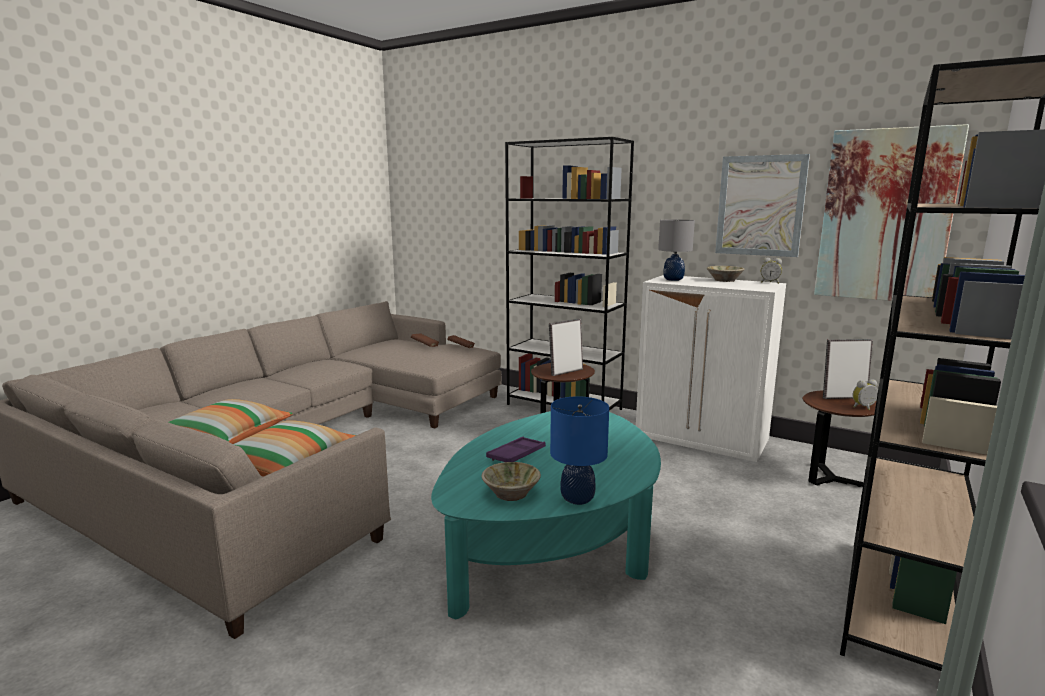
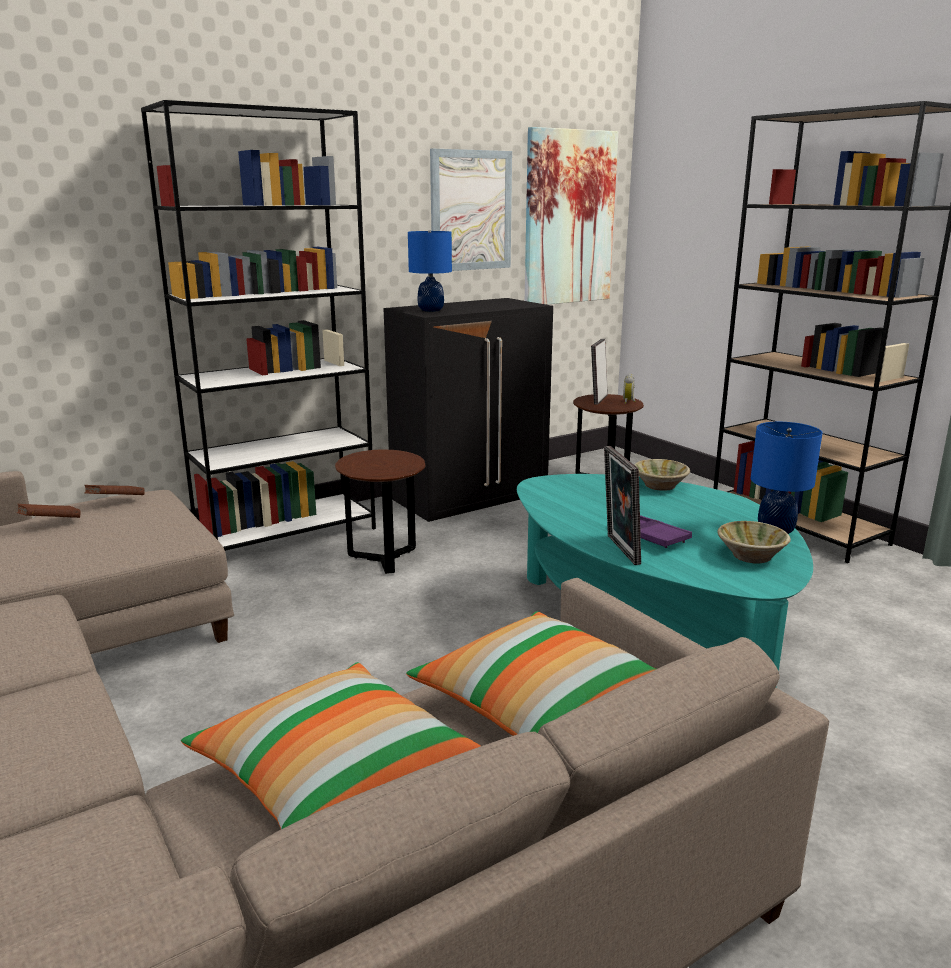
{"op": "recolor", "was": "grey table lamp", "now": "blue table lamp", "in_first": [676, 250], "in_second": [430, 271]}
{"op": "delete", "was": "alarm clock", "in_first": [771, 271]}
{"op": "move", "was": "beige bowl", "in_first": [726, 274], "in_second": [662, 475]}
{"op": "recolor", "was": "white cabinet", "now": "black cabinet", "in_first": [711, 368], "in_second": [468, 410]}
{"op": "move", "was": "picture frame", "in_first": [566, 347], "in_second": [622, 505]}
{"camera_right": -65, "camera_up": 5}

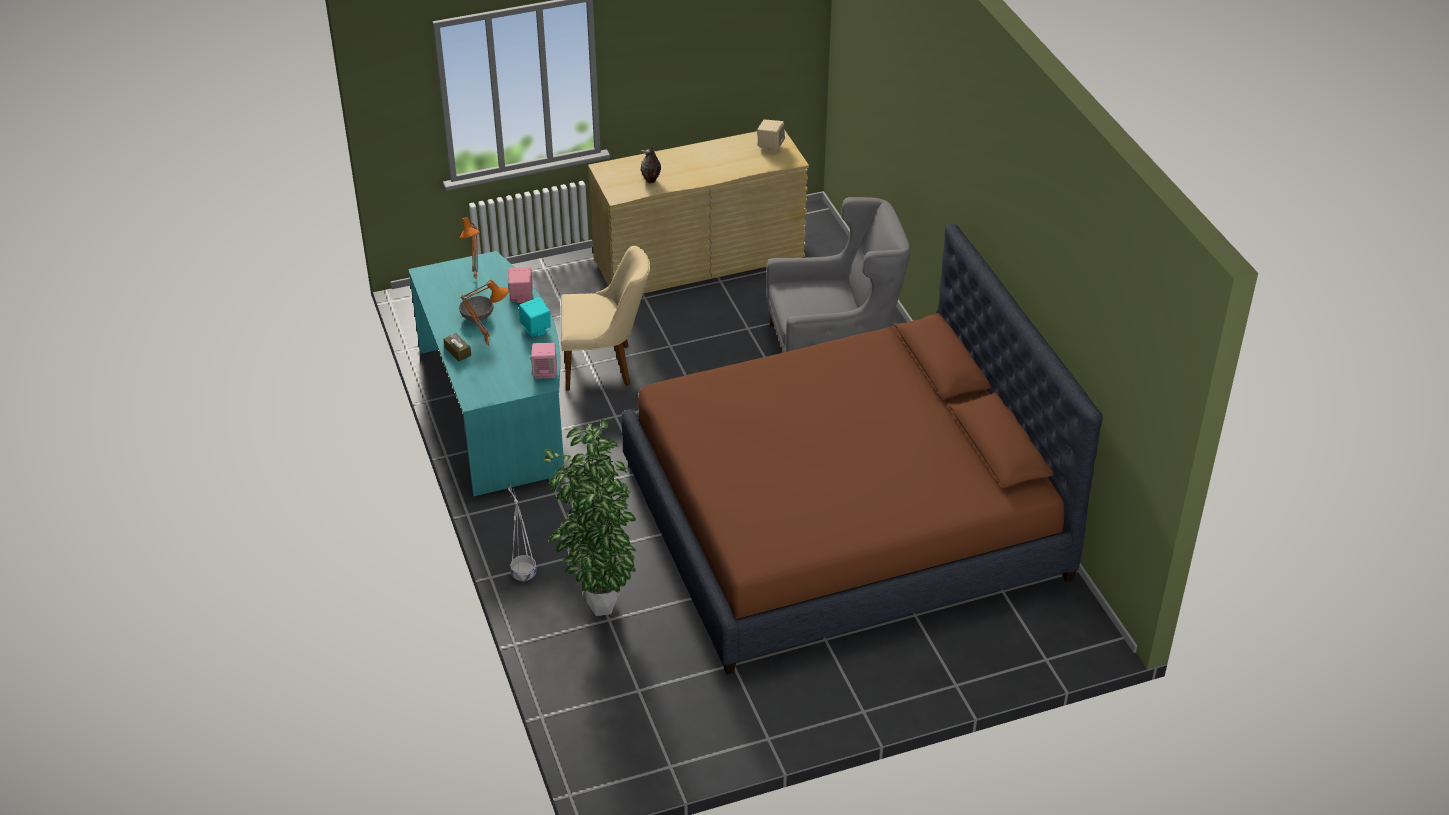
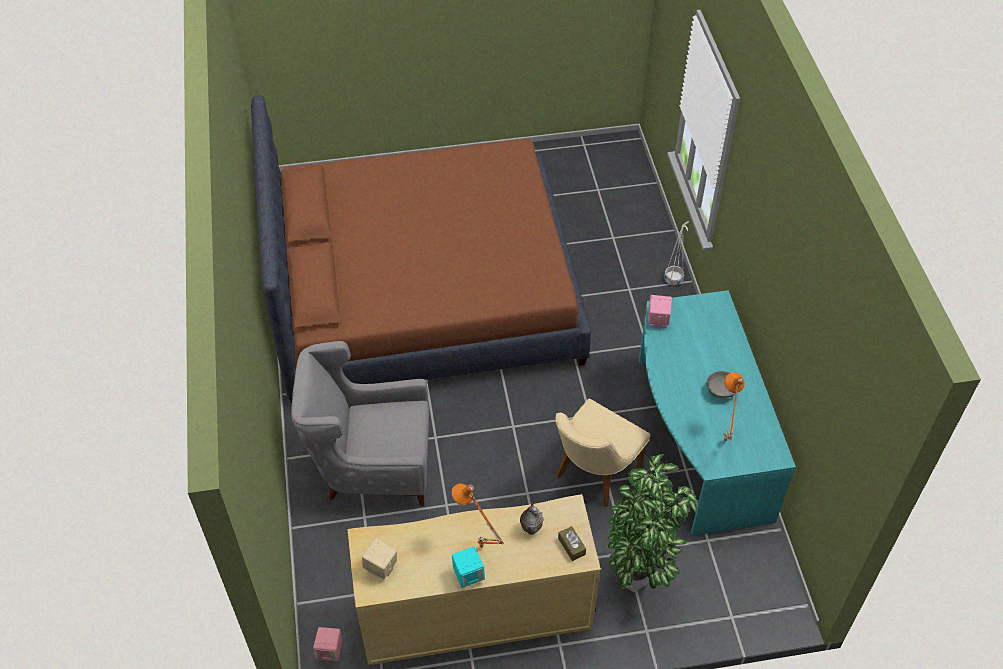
{"op": "rotate", "was": "beige chair", "in_first": [605, 318], "in_second": [603, 452], "clockwise": -60}
{"op": "move", "was": "pink speaker", "in_first": [520, 285], "in_second": [327, 644]}
{"op": "move", "was": "orange table lamp", "in_first": [484, 313], "in_second": [478, 516]}
{"op": "move", "was": "turquoise speaker", "in_first": [535, 317], "in_second": [468, 567]}
{"op": "move", "was": "brown tissue box", "in_first": [457, 347], "in_second": [572, 543]}
{"op": "move", "was": "potted plant", "in_first": [589, 517], "in_second": [652, 523]}
{"camera_right": -170, "camera_up": 10}

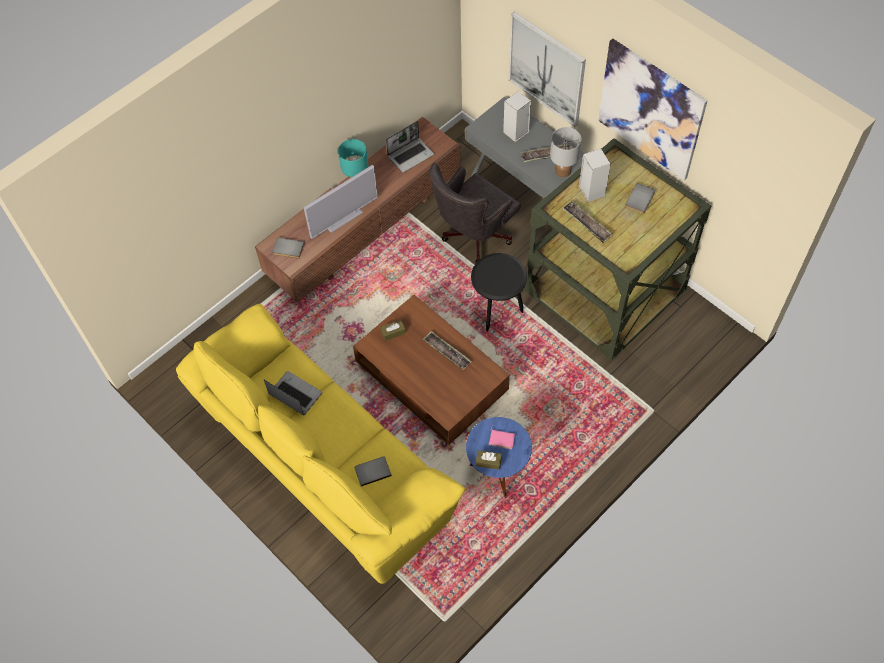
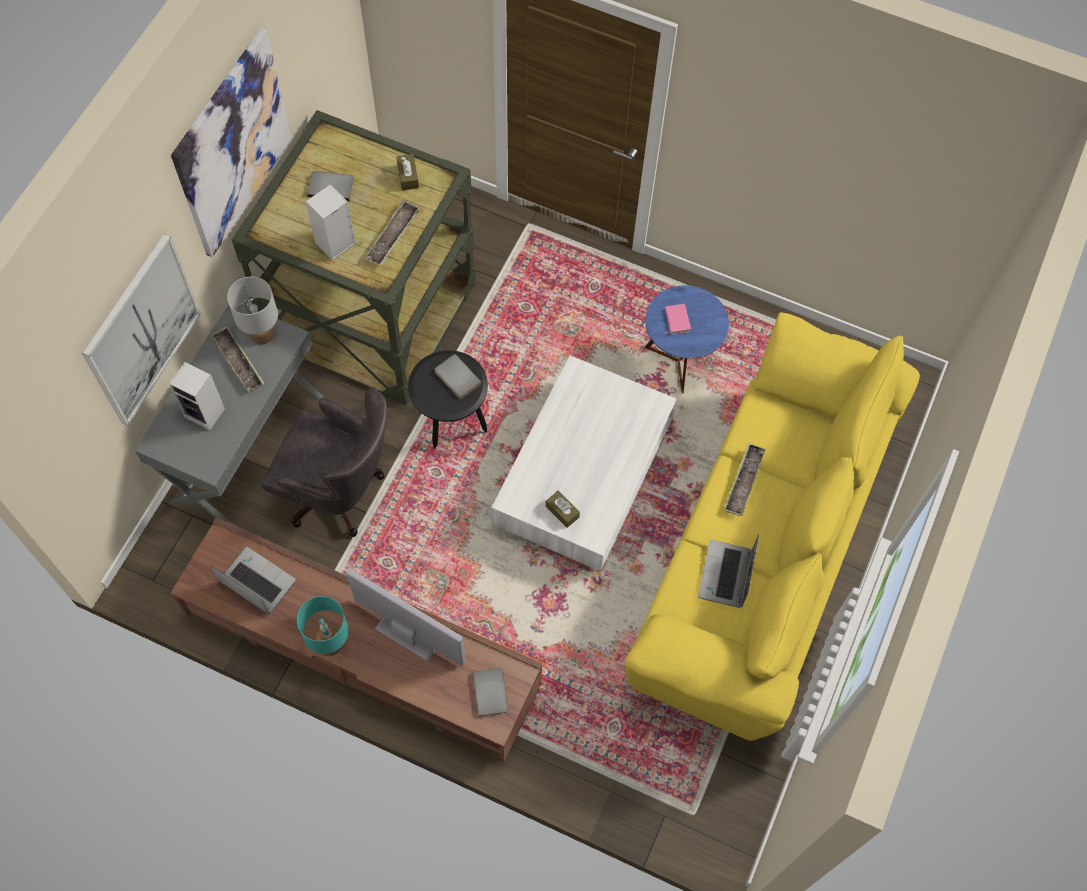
{"op": "recolor", "was": "brown coffee table", "now": "white coffee table", "in_first": [431, 370], "in_second": [584, 463]}
{"op": "move", "was": "tray", "in_first": [447, 350], "in_second": [745, 479]}
{"op": "move", "was": "brown tissue box", "in_first": [489, 460], "in_second": [407, 172]}
{"op": "move", "was": "grey book", "in_first": [373, 471], "in_second": [458, 376]}
{"camera_right": -115, "camera_up": 5}

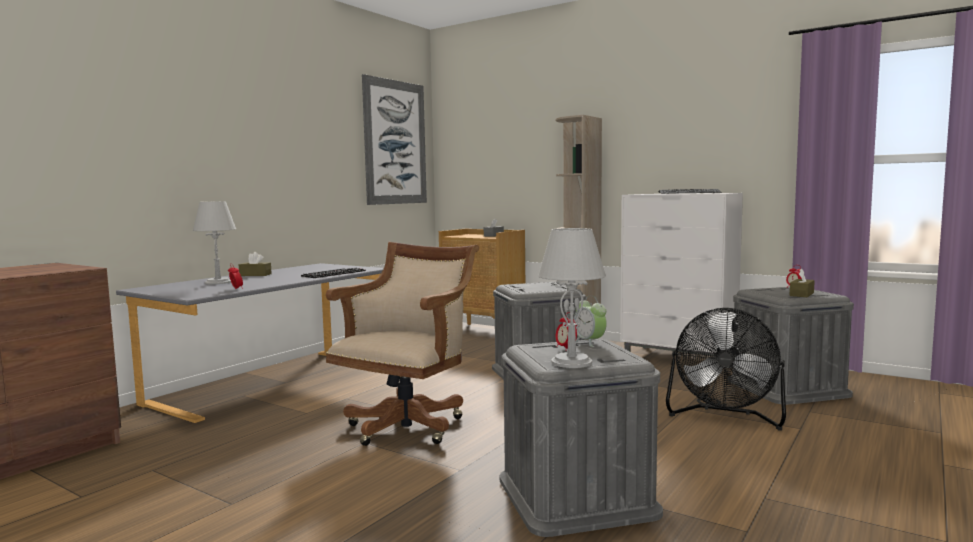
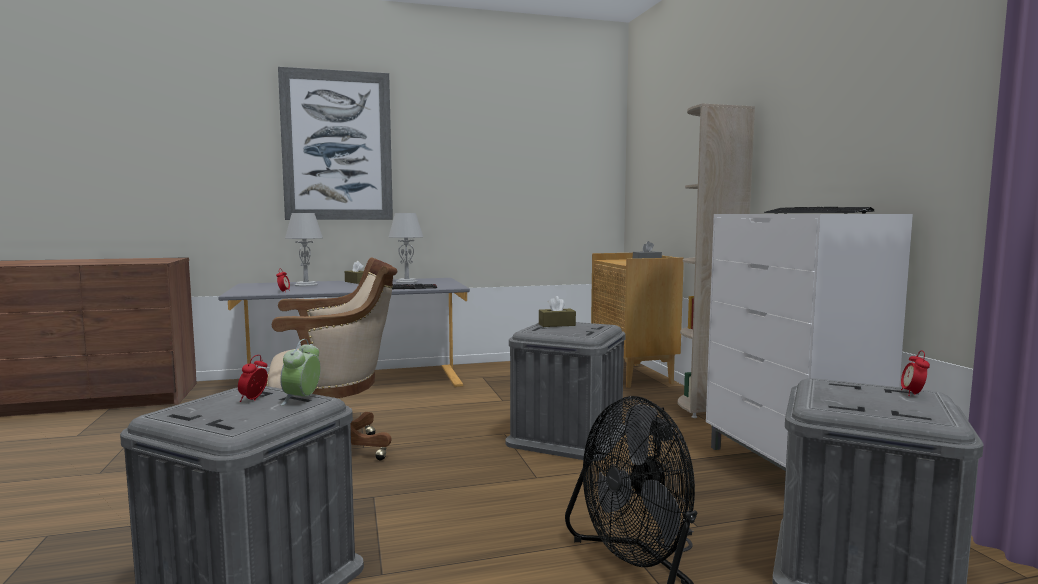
{"op": "move", "was": "picture", "in_first": [394, 139], "in_second": [335, 143]}
{"op": "move", "was": "grey table lamp", "in_first": [572, 298], "in_second": [406, 248]}
{"op": "move", "was": "brown tissue box", "in_first": [802, 282], "in_second": [557, 311]}
{"camera_right": 40, "camera_up": 0}

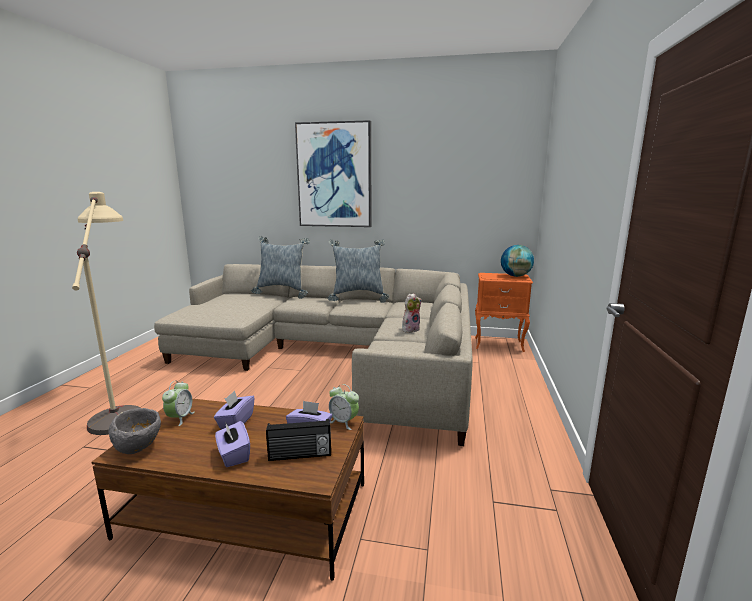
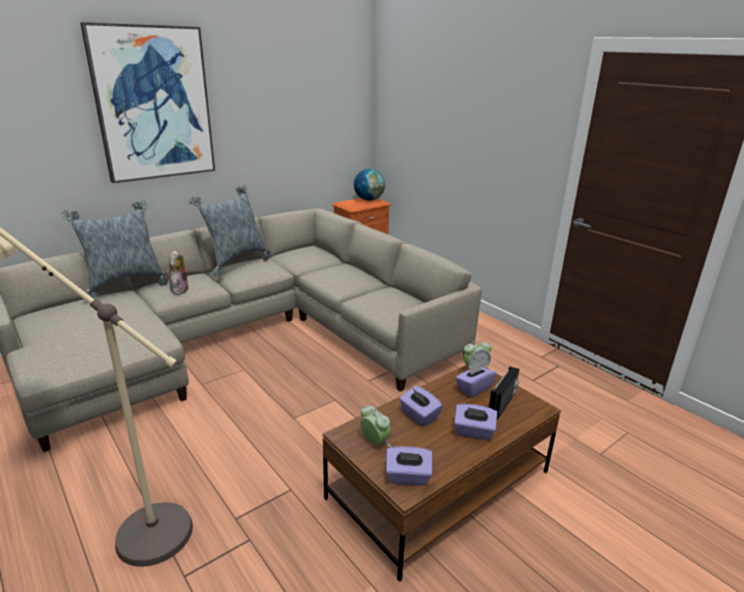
{"op": "move", "was": "plush toy", "in_first": [412, 313], "in_second": [178, 272]}
{"op": "replace", "was": "grey bowl", "now": "purple tissue box", "in_first": [135, 431], "in_second": [409, 465]}
{"camera_right": -50, "camera_up": 10}

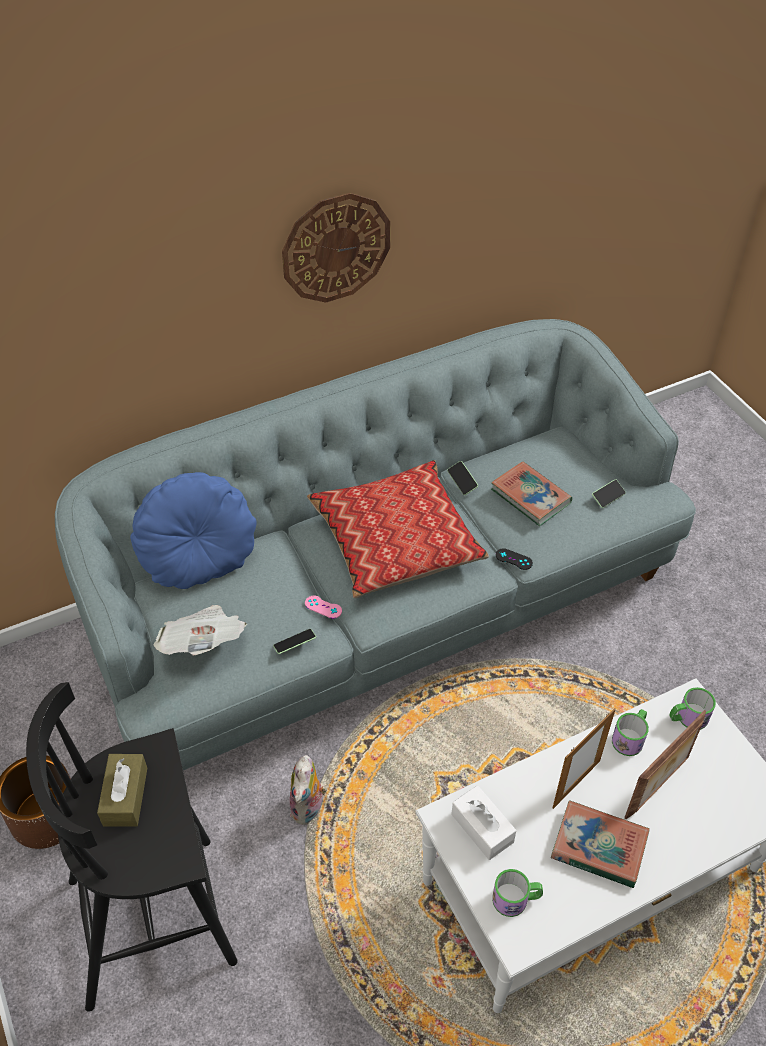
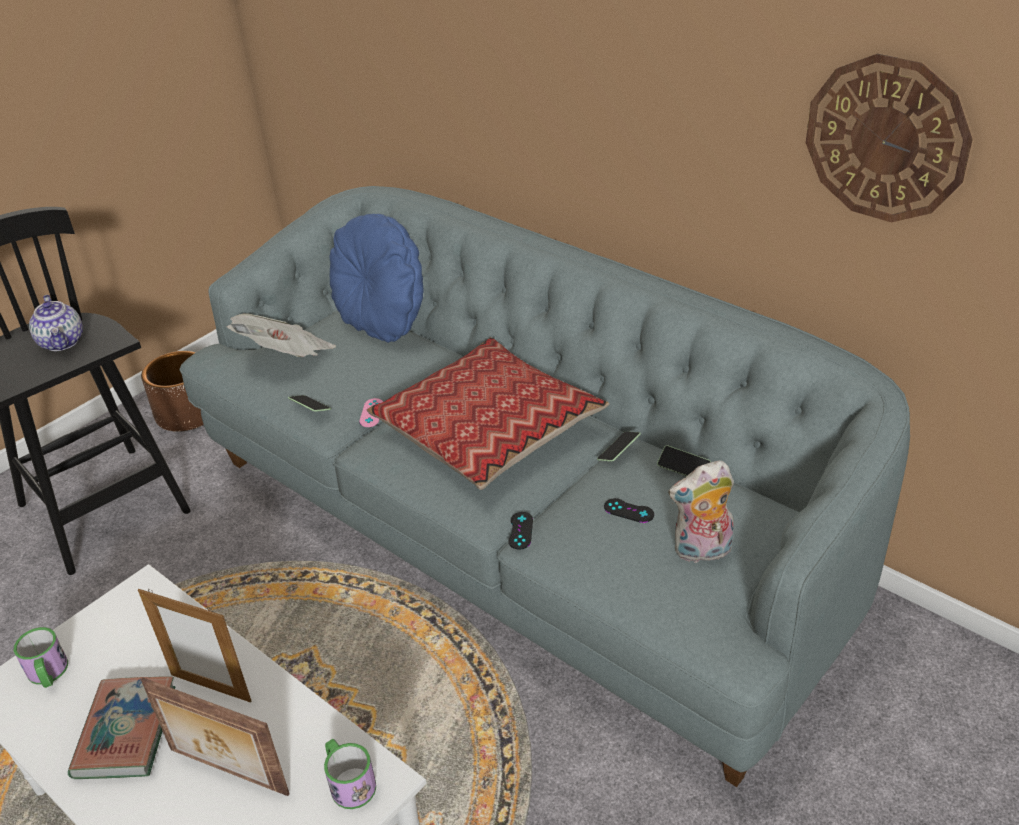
{"op": "move", "was": "wall clock", "in_first": [336, 248], "in_second": [889, 138]}
{"op": "replace", "was": "book", "now": "black game controller", "in_first": [531, 493], "in_second": [629, 510]}
{"op": "move", "was": "phone", "in_first": [609, 493], "in_second": [684, 460]}
{"op": "delete", "was": "mug", "in_first": [630, 732]}
{"op": "replace", "was": "brown tissue box", "now": "teapot", "in_first": [122, 790], "in_second": [56, 323]}
{"op": "move", "was": "plush toy", "in_first": [308, 790], "in_second": [701, 511]}
{"op": "delete", "was": "white tissue box", "in_first": [483, 822]}
{"camera_right": 70, "camera_up": -10}

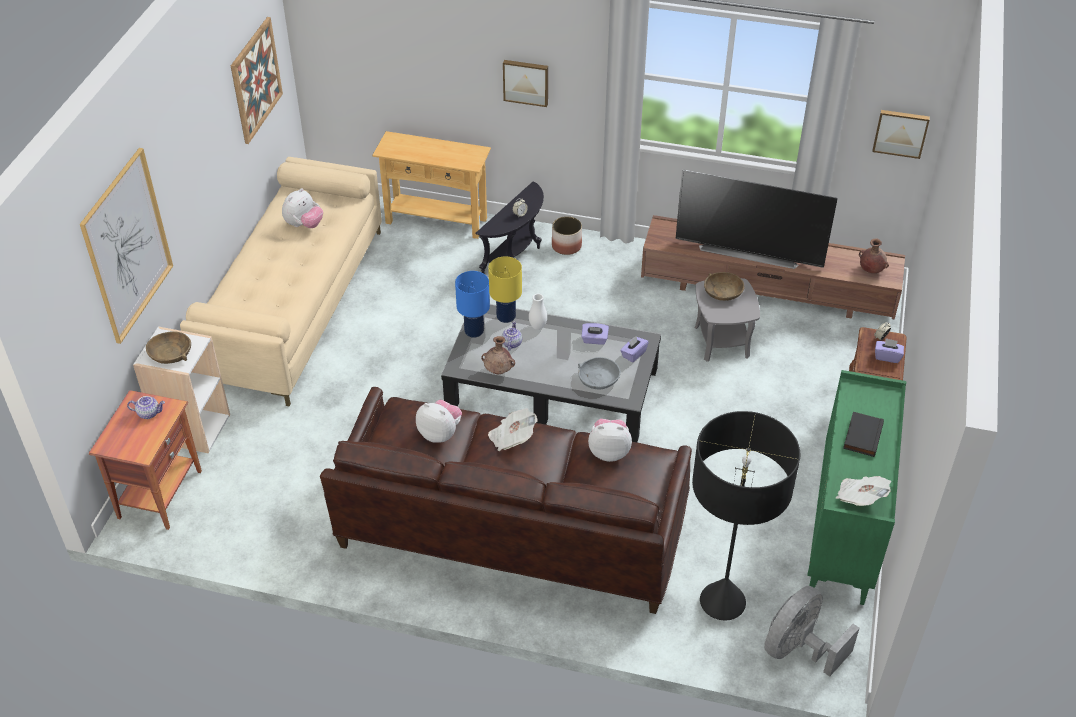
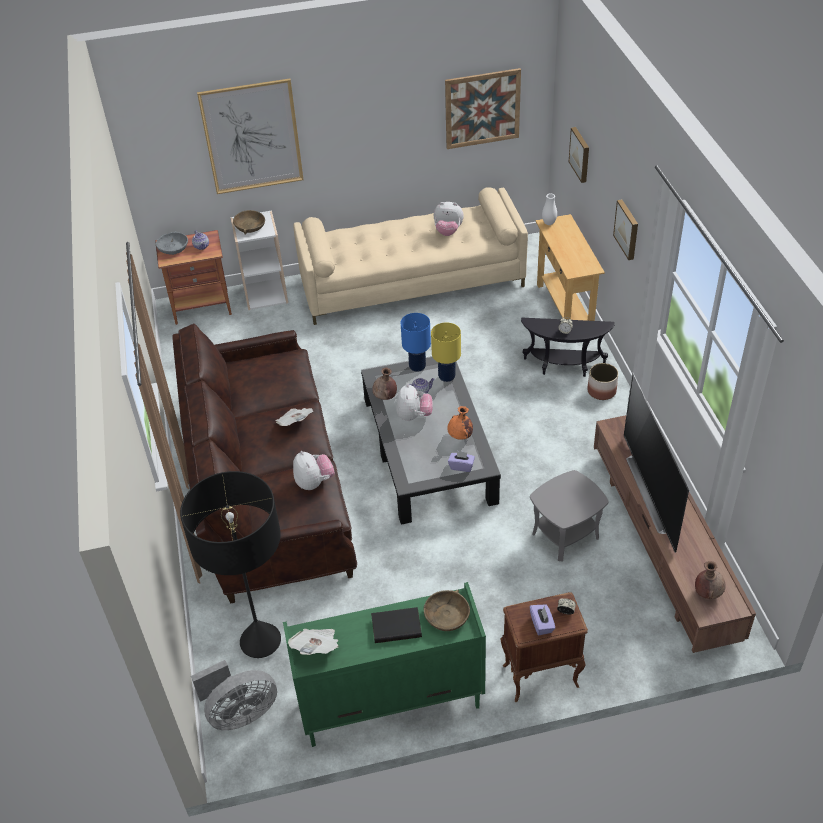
{"op": "move", "was": "picture", "in_first": [901, 134], "in_second": [579, 155]}
{"op": "move", "was": "brown bowl", "in_first": [724, 286], "in_second": [447, 610]}
{"op": "move", "was": "white vase", "in_first": [538, 312], "in_second": [549, 209]}
{"op": "replace", "was": "purple tissue box", "now": "orange vase", "in_first": [595, 334], "in_second": [460, 423]}
{"op": "move", "was": "grey bowl", "in_first": [599, 373], "in_second": [172, 243]}
{"op": "move", "was": "plush toy", "in_first": [439, 421], "in_second": [414, 402]}
{"op": "rotate", "was": "grey fan", "in_first": [812, 631], "in_second": [234, 695], "clockwise": 135}
{"camera_right": 65, "camera_up": 0}

